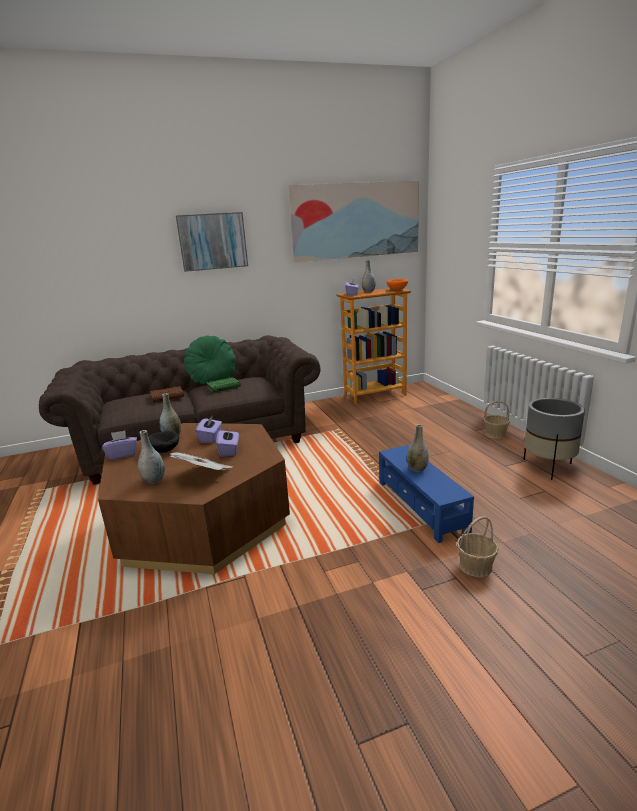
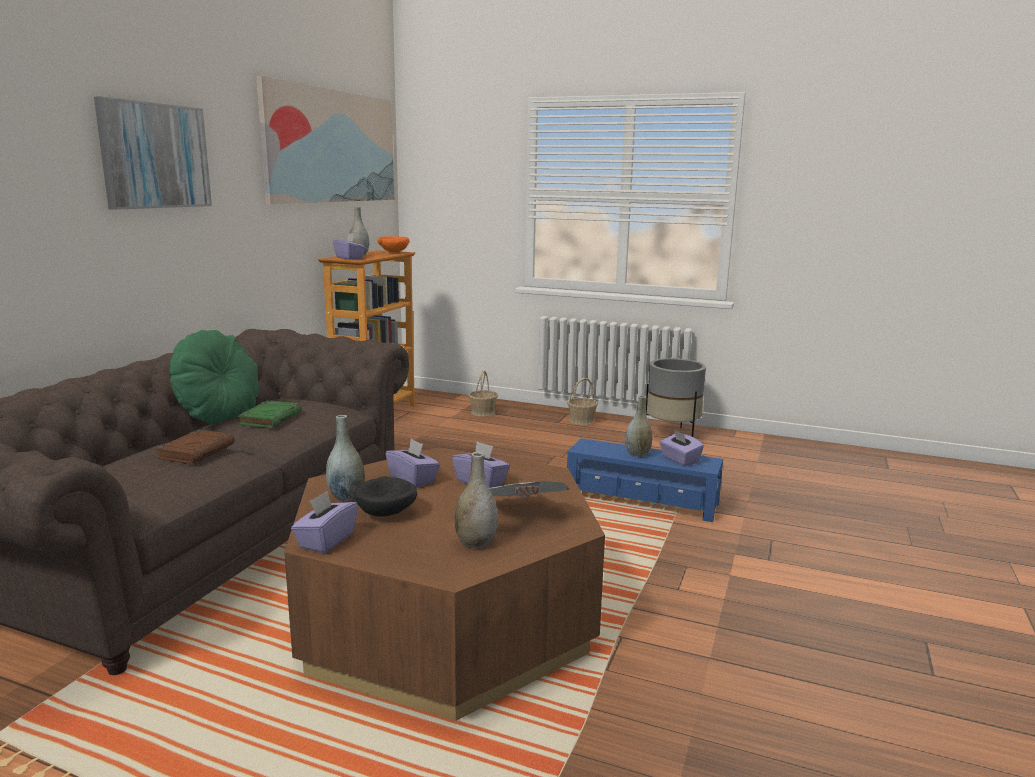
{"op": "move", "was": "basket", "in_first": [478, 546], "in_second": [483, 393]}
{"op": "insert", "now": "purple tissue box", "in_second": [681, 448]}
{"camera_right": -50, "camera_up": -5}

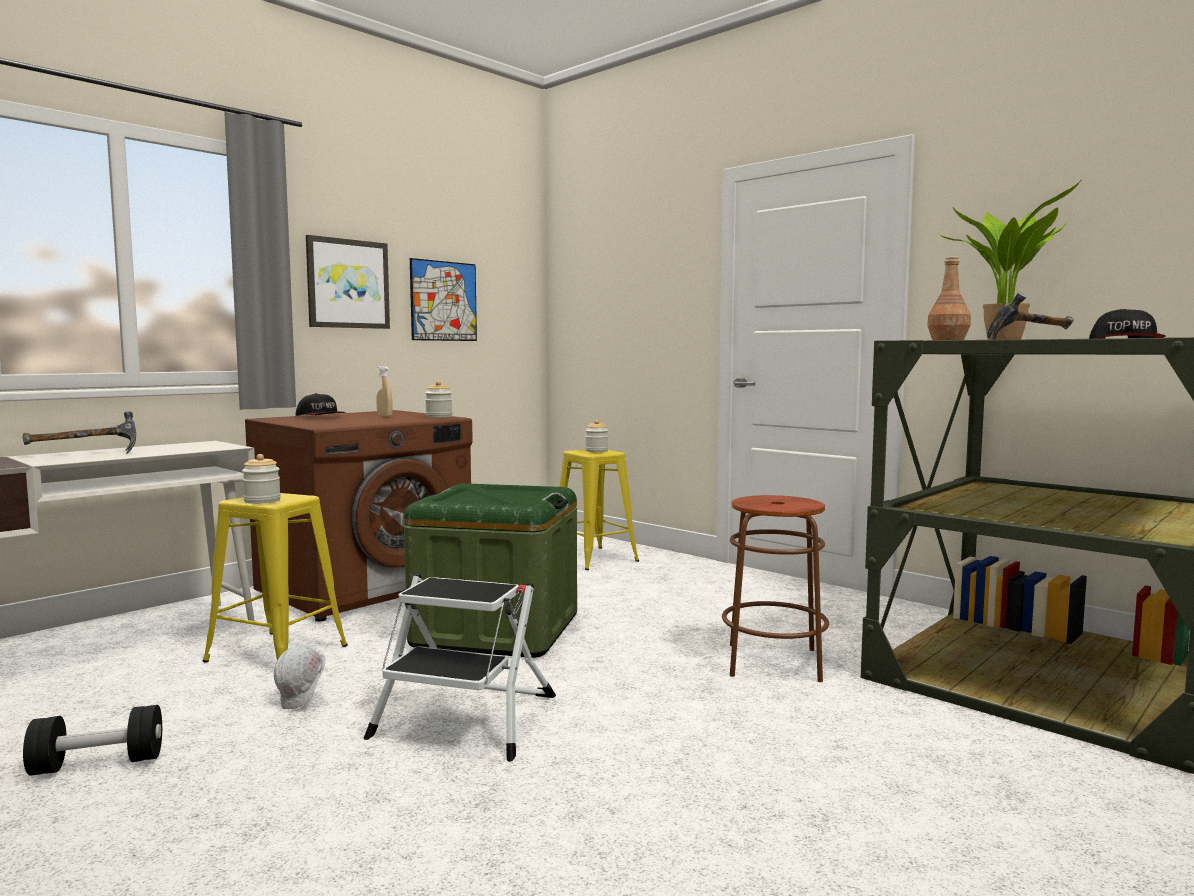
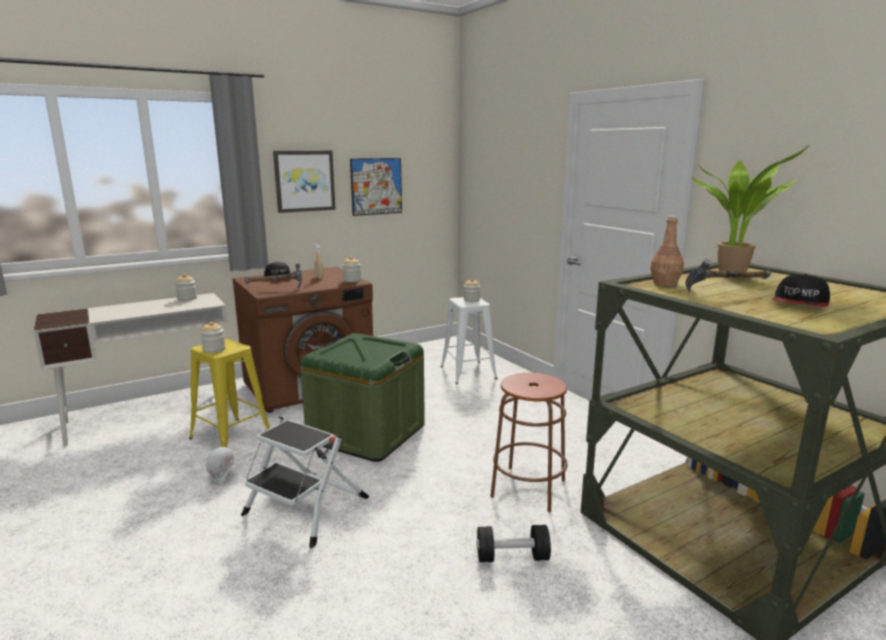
{"op": "move", "was": "hammer", "in_first": [79, 432], "in_second": [273, 277]}
{"op": "recolor", "was": "yellow stool", "now": "white stool", "in_first": [599, 510], "in_second": [469, 340]}
{"op": "move", "was": "black dumbbell", "in_first": [92, 740], "in_second": [514, 543]}
{"op": "insert", "now": "jar", "in_second": [186, 287]}
{"camera_right": 15, "camera_up": 10}

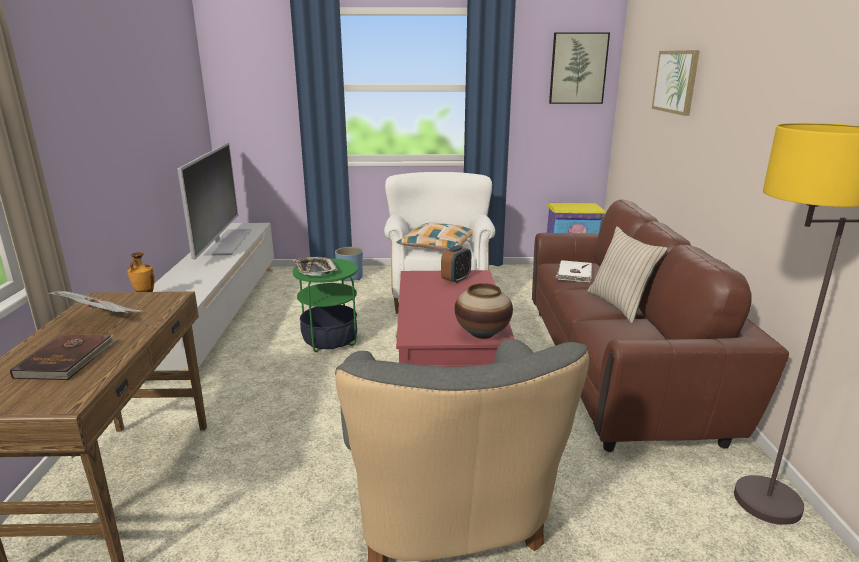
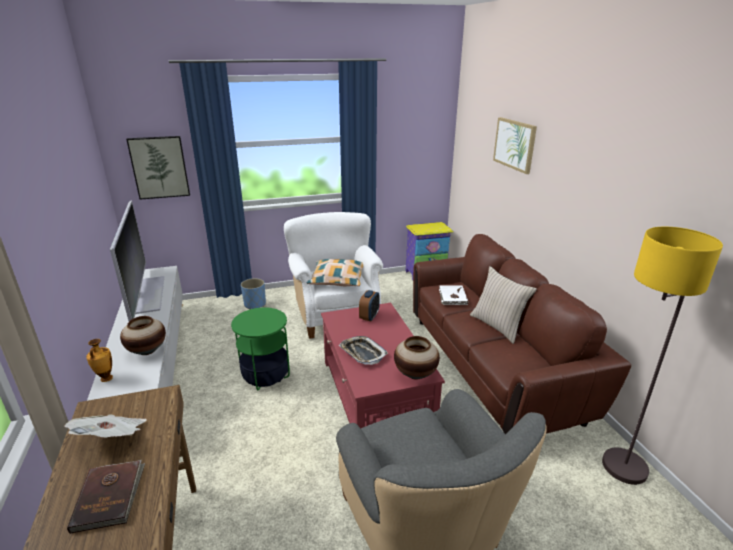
{"op": "move", "was": "picture", "in_first": [579, 68], "in_second": [158, 168]}
{"op": "move", "was": "tray", "in_first": [315, 266], "in_second": [363, 350]}
{"op": "insert", "now": "vase", "in_second": [143, 335]}
{"camera_right": -15, "camera_up": 5}

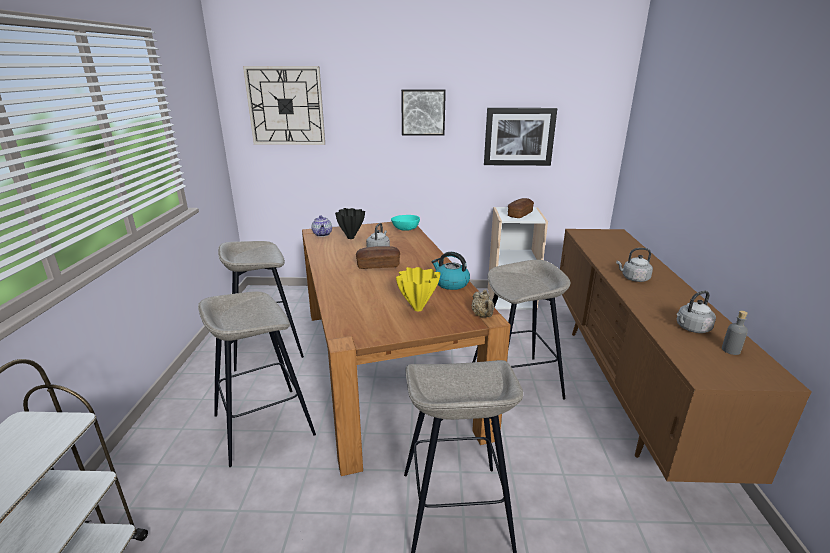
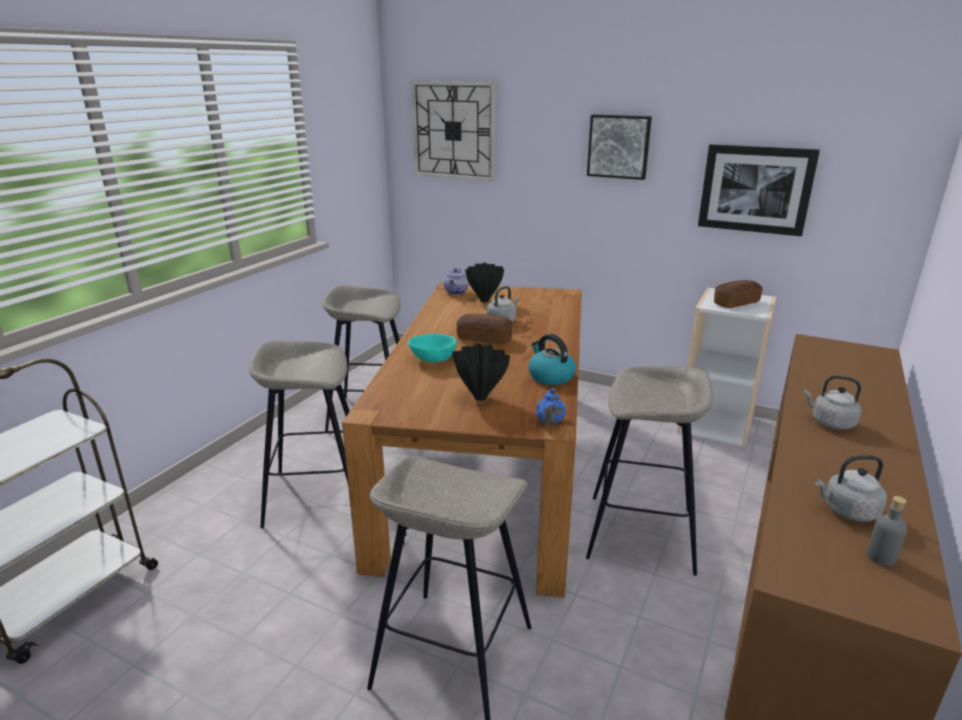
{"op": "move", "was": "turquoise bowl", "in_first": [405, 223], "in_second": [432, 348]}
{"op": "recolor", "was": "yellow vase", "now": "black vase", "in_first": [418, 289], "in_second": [481, 372]}
{"op": "recolor", "was": "beige teapot", "now": "blue teapot", "in_first": [483, 303], "in_second": [551, 406]}
{"camera_right": 25, "camera_up": 0}

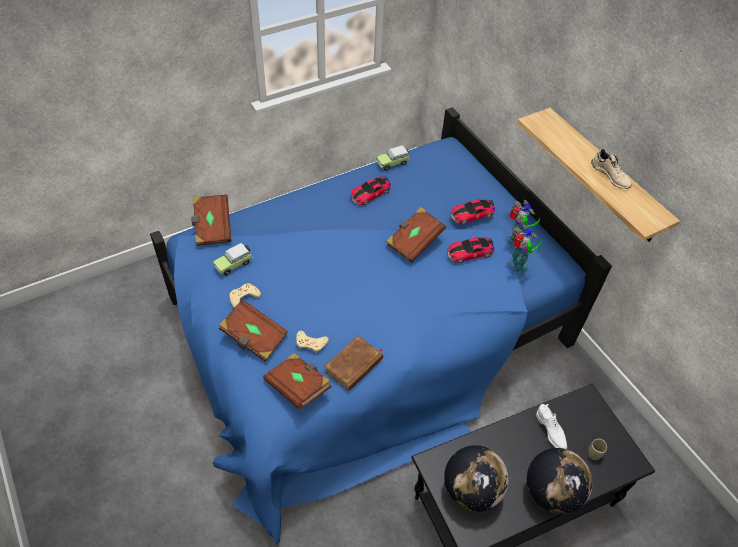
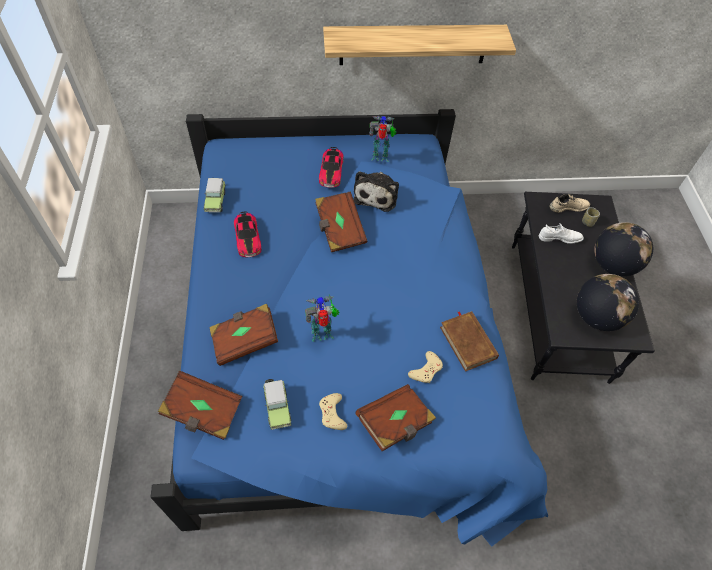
{"op": "move", "was": "beige shoe", "in_first": [611, 169], "in_second": [569, 203]}
{"op": "move", "was": "toy robot", "in_first": [524, 248], "in_second": [322, 318]}
{"op": "replace", "was": "toy car", "now": "plush toy", "in_first": [470, 250], "in_second": [376, 191]}
{"op": "move", "was": "brown book", "in_first": [297, 381], "in_second": [243, 335]}
{"camera_right": -65, "camera_up": 5}

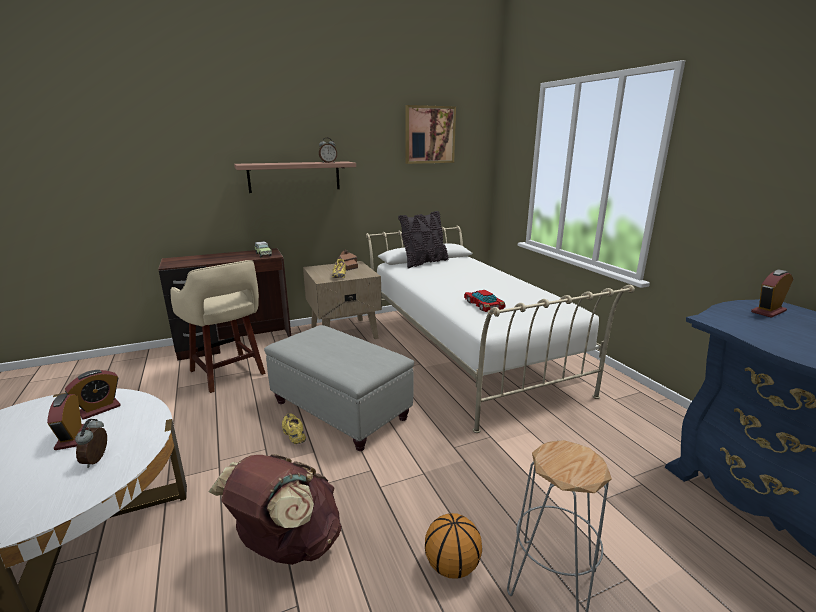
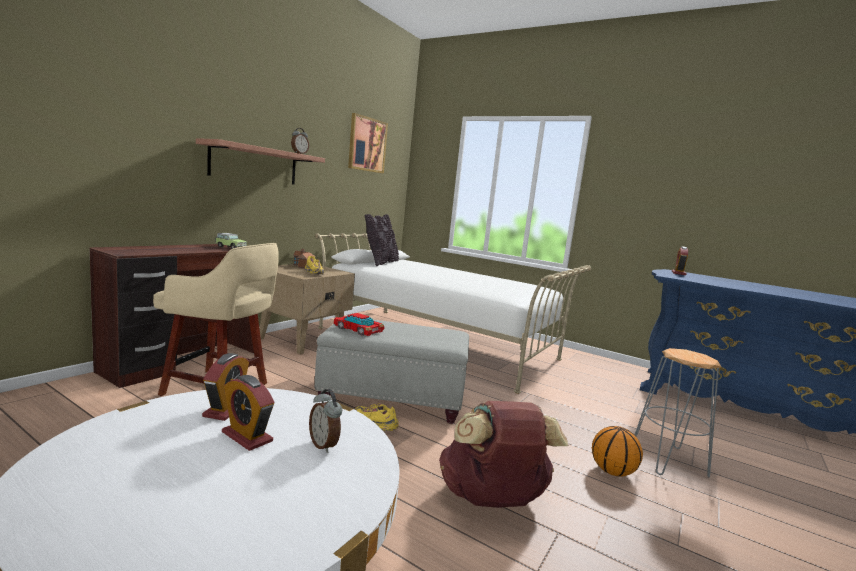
{"op": "move", "was": "toy car", "in_first": [485, 301], "in_second": [359, 324]}
{"camera_right": -35, "camera_up": -10}

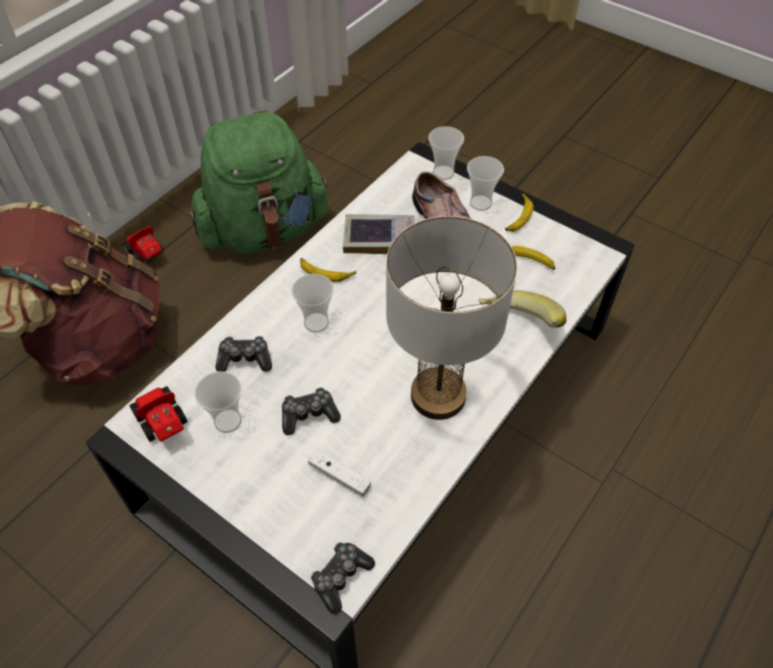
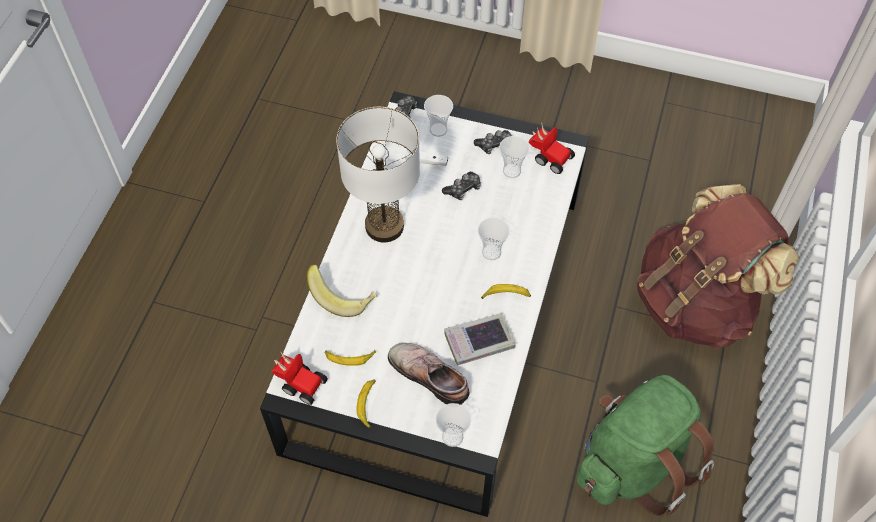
{"op": "move", "was": "cup", "in_first": [485, 183], "in_second": [438, 116]}
{"op": "move", "was": "toy car", "in_first": [142, 244], "in_second": [300, 378]}
{"op": "move", "was": "game controller", "in_first": [243, 354], "in_second": [493, 142]}
{"camera_right": 160, "camera_up": 5}

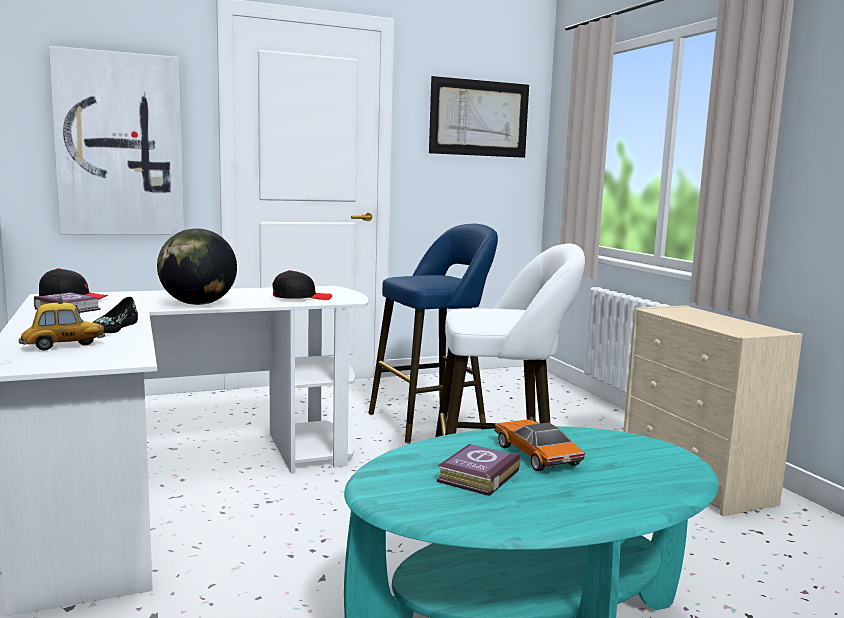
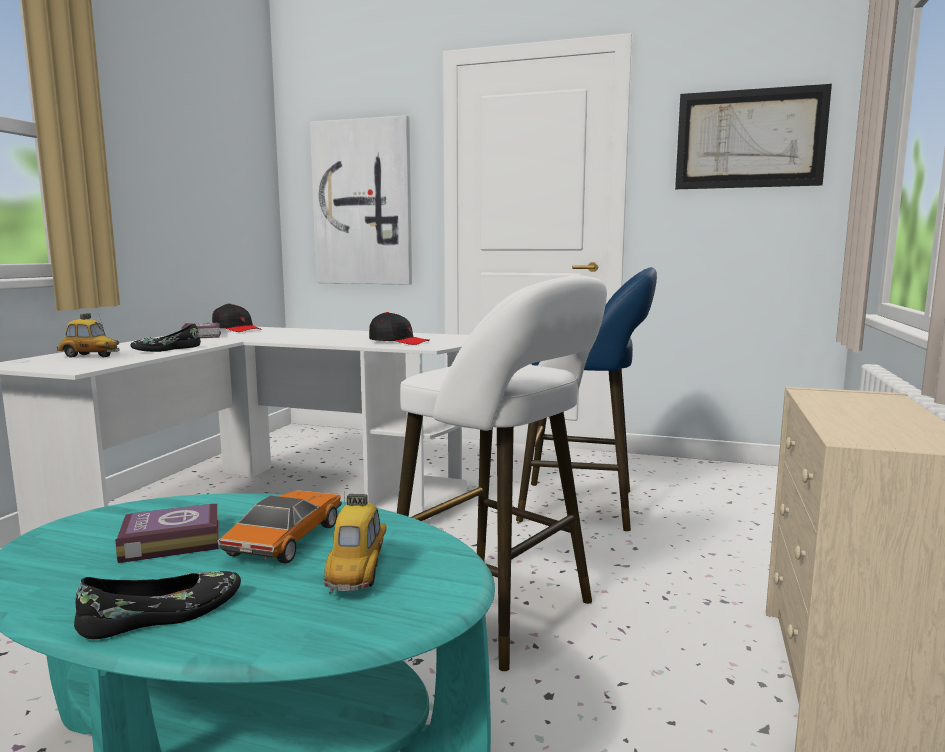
{"op": "delete", "was": "globe", "in_first": [197, 266]}
{"op": "insert", "now": "toy car", "in_second": [355, 543]}
{"op": "insert", "now": "black shoe", "in_second": [157, 605]}
{"camera_right": 40, "camera_up": 0}

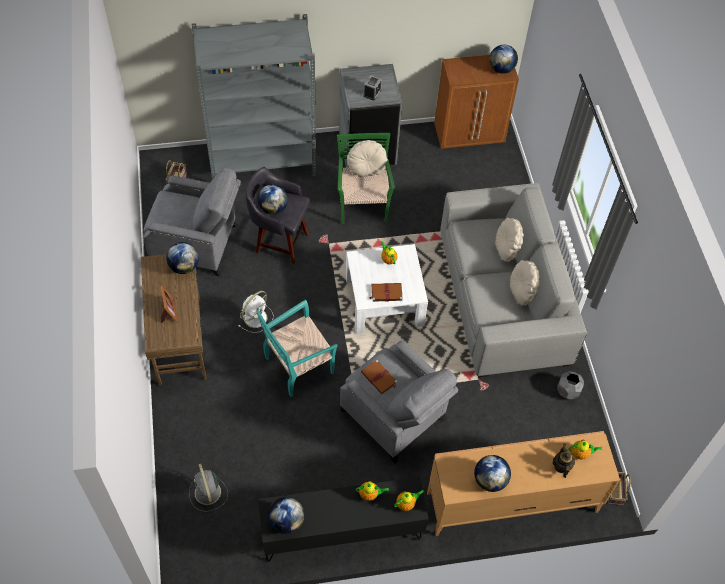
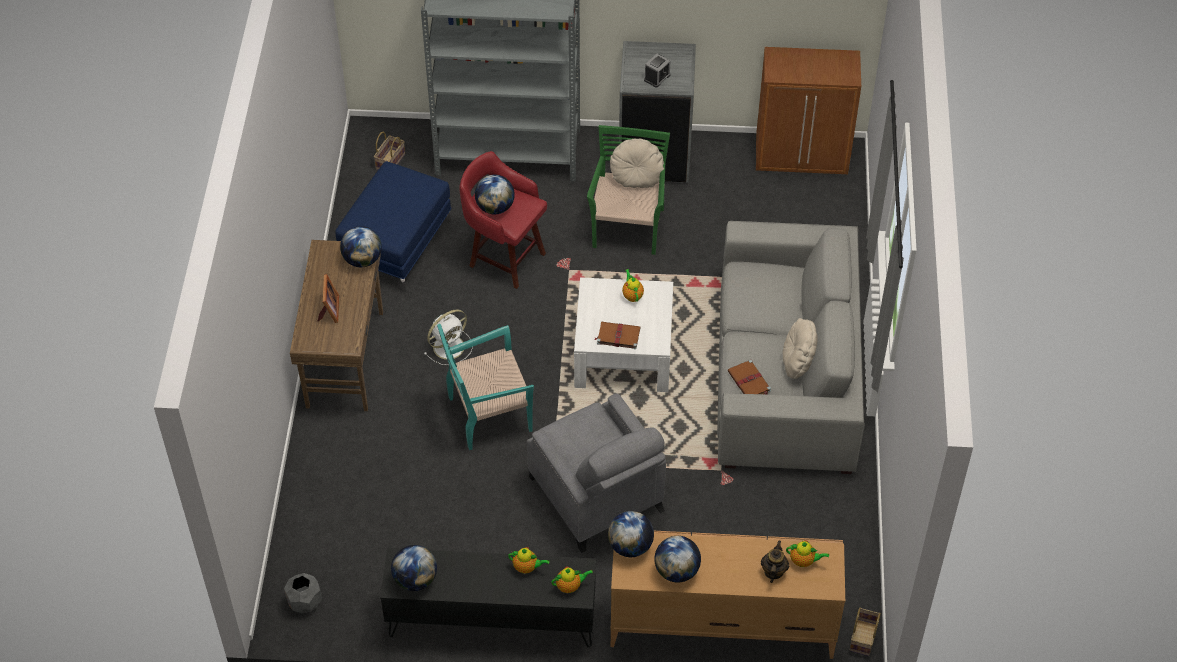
{"op": "move", "was": "globe", "in_first": [503, 59], "in_second": [631, 534]}
{"op": "recolor", "was": "grey stool", "now": "red stool", "in_first": [277, 215], "in_second": [503, 220]}
{"op": "replace", "was": "grey armchair", "now": "blue ottoman", "in_first": [192, 222], "in_second": [393, 226]}
{"op": "delete", "was": "beige pillow", "in_first": [509, 240]}
{"op": "move", "was": "brown book", "in_first": [379, 377], "in_second": [749, 377]}
{"op": "move", "was": "grey planter", "in_first": [570, 385], "in_second": [303, 593]}
{"op": "delete", "was": "grey fan", "in_first": [208, 488]}
{"camera_right": 15, "camera_up": -5}

